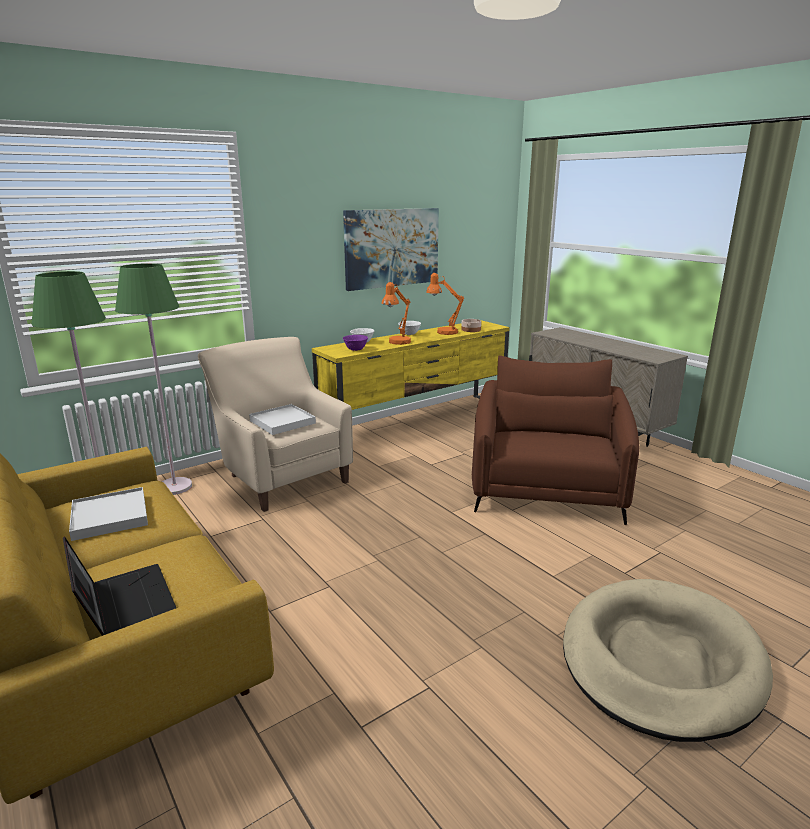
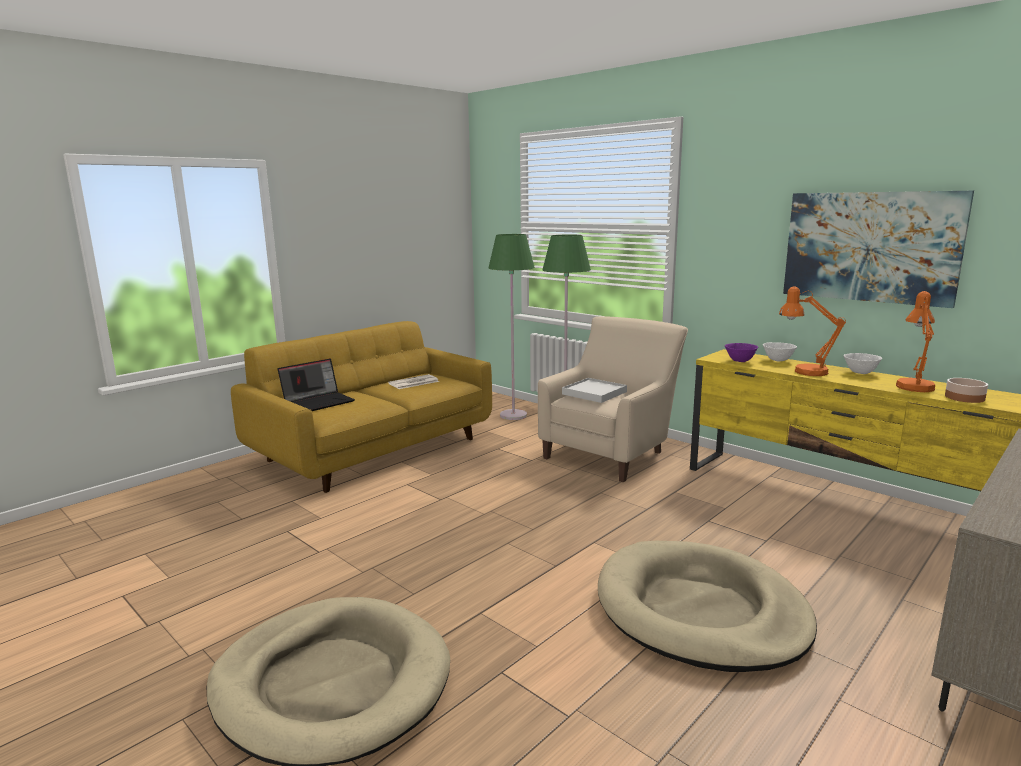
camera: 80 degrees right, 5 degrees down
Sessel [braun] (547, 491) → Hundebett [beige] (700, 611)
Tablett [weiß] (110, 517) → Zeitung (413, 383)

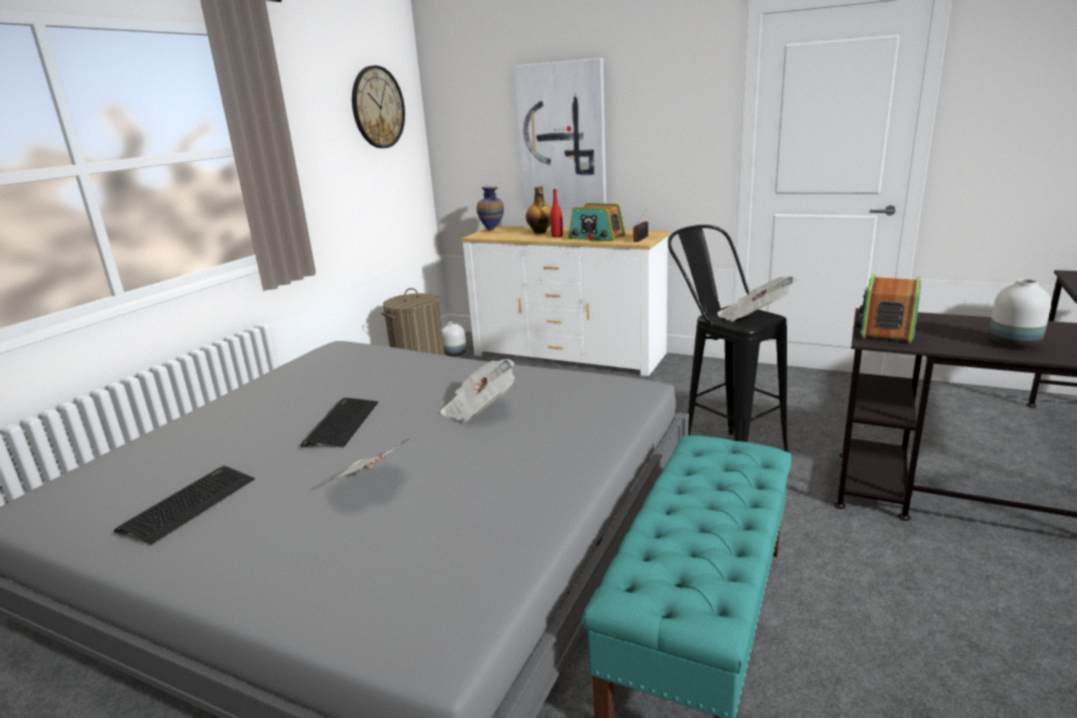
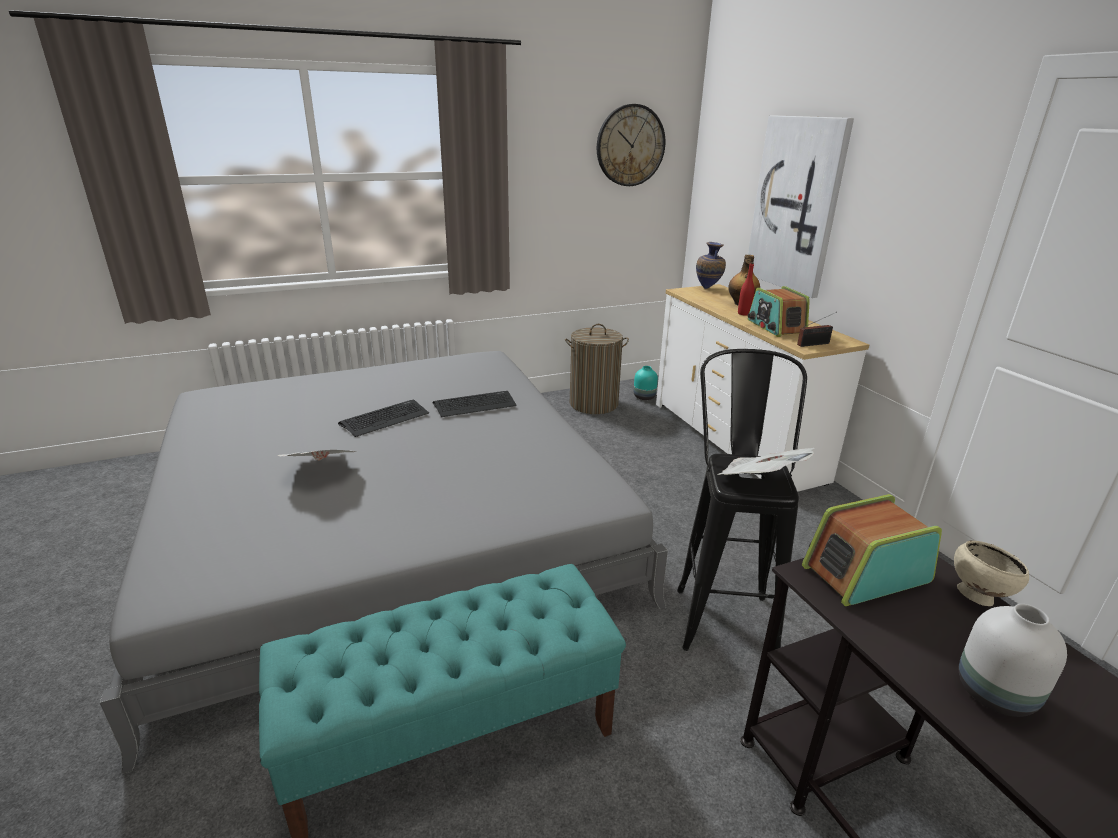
camera: 40 degrees right, 5 degrees up
Vase [weiß] (455, 353) → Vase [türkis] (645, 397)
Zeitung (479, 408) → -
Tastatur (189, 504) → Tastatur (475, 405), move
- → Schüssel [beige] (976, 596)

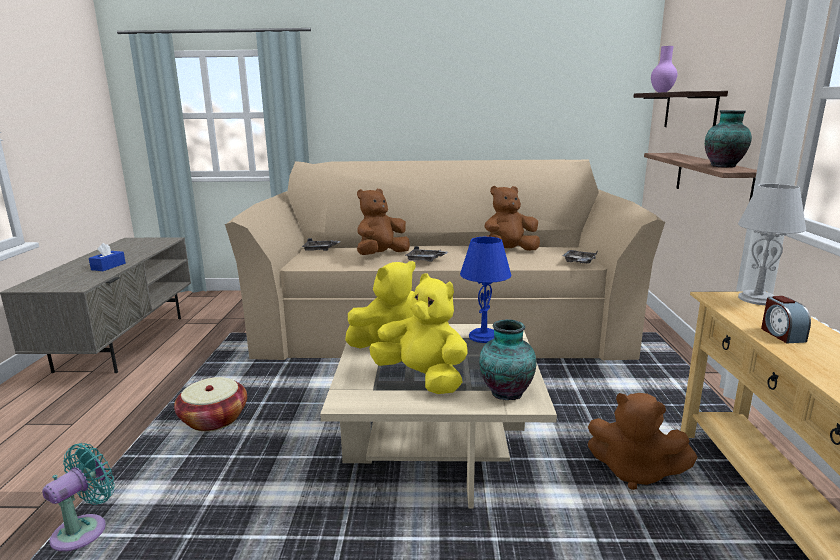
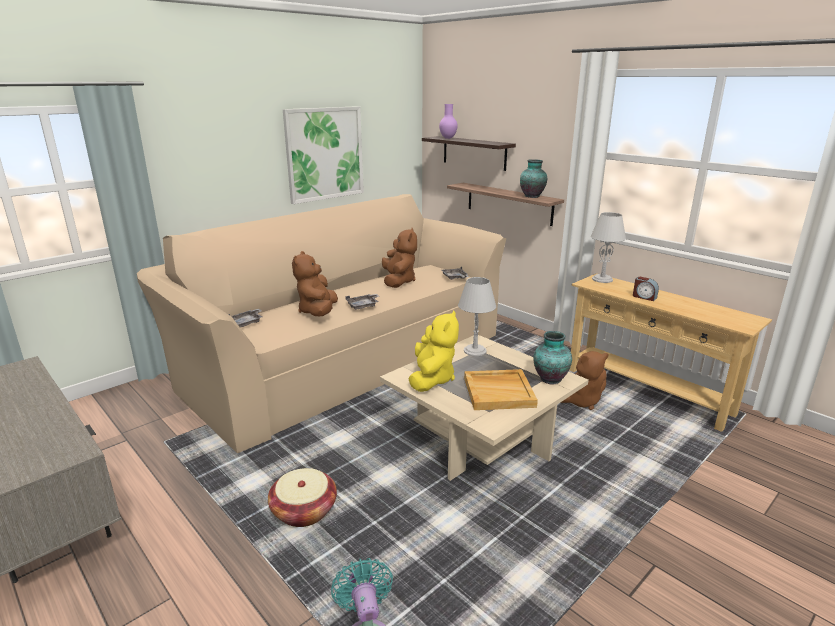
camera: 45 degrees left, 5 degrees up
Plüschtier [braun] (508, 251) → Plüschtier [braun] (398, 281), 150 degrees clockwise
Tischlampe [blau] (483, 336) → Tischlampe [grau] (474, 351)
Taschentuchbox [blau] (108, 266) → -
Plüschtier [gelb] (423, 379) → Tablett [beige] (499, 392)
- → Bild (324, 154)

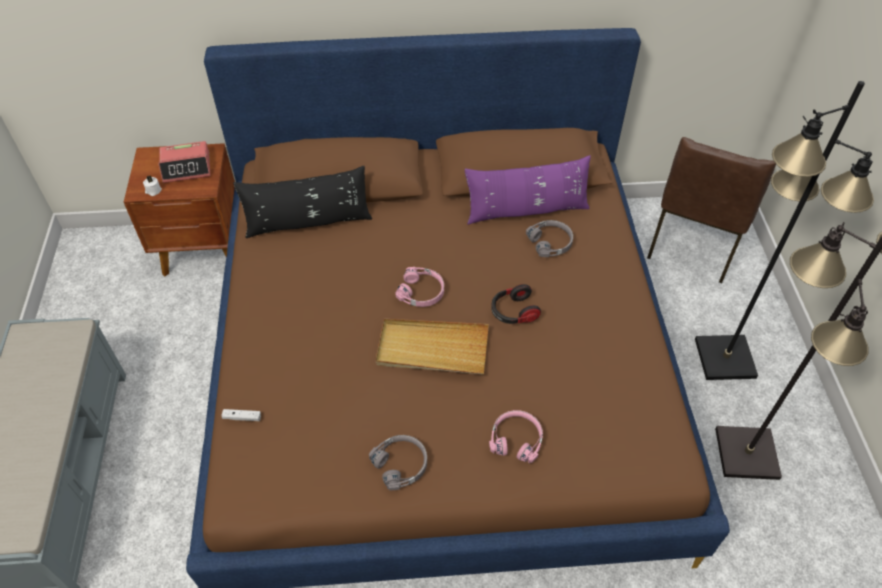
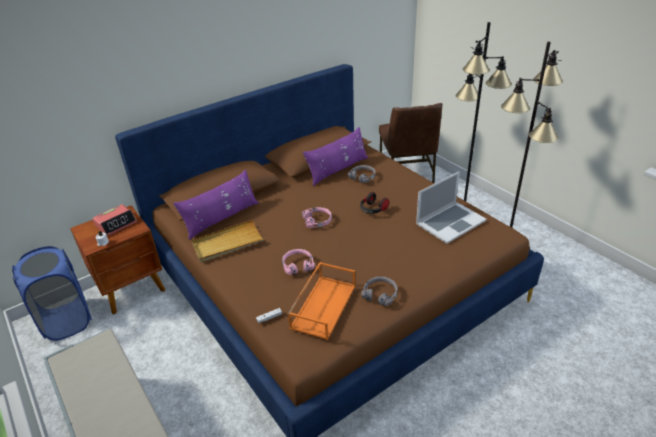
camera: 30 degrees left, 15 degrees down
Kissen [schwarz] (308, 222) → Kissen [lila] (222, 218)
Tablett [beige] (432, 349) → Tablett [beige] (228, 243), move
Kopfhörer [rosa] (516, 439) → Kopfhörer [rosa] (298, 265), move
- → Laptop (450, 222)
- → Wäschekorb [blau] (67, 320)
- → Tablett [orange] (323, 305)

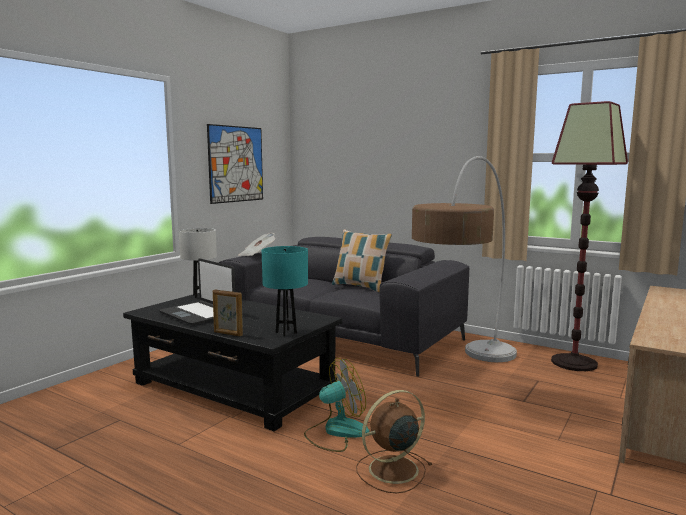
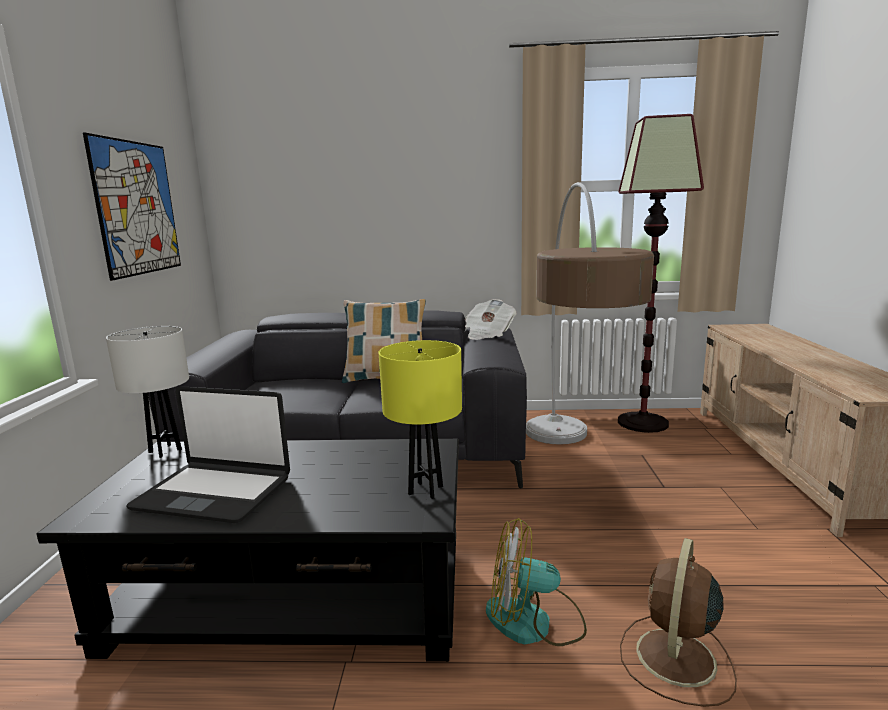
camera: 30 degrees left, 5 degrees up
Zeitung (257, 254) → Zeitung (488, 334), move
Tischlampe [türkis] (286, 333) → Tischlampe [gelb] (426, 490)
Bilderrahmen (228, 334) → -
Ventilator (336, 432) → Ventilator (534, 621), 120 degrees counterclockwise

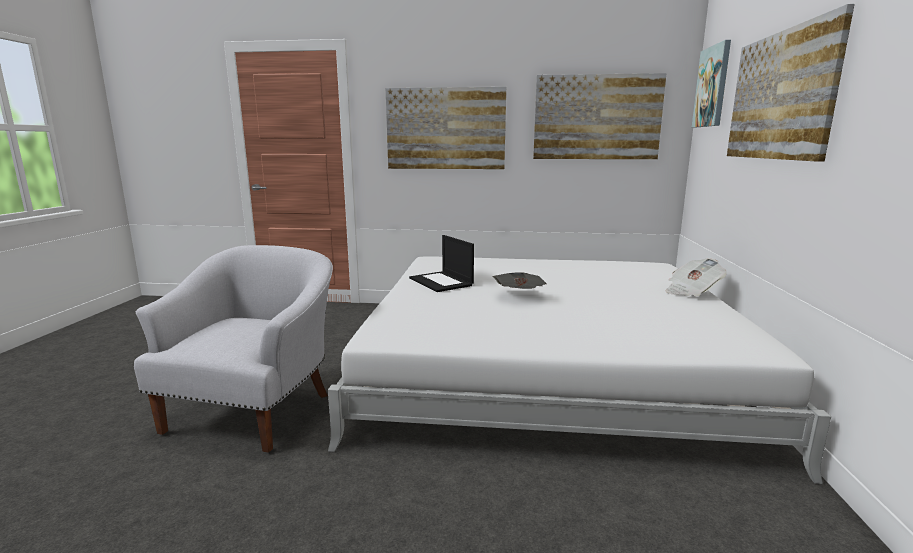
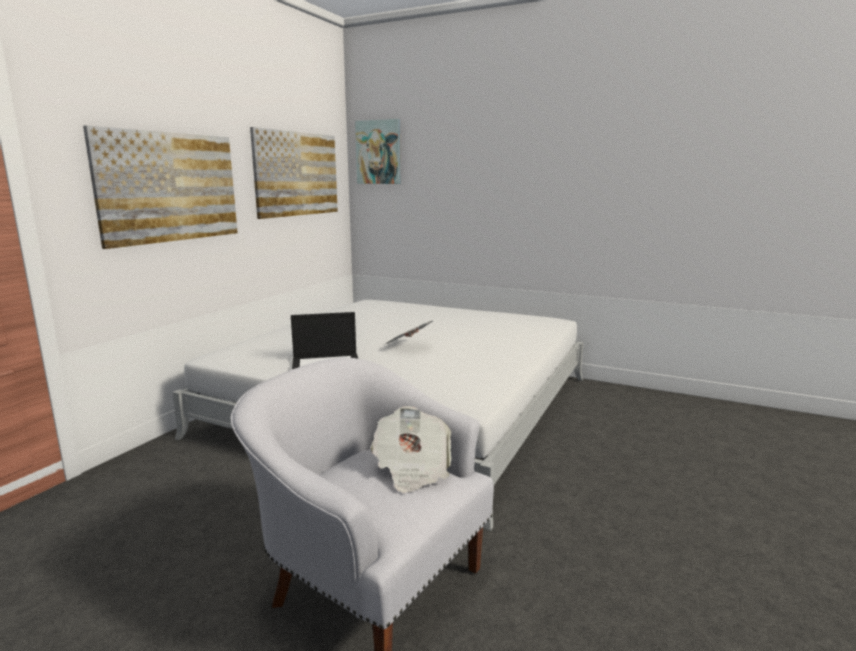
camera: 70 degrees left, 0 degrees up
Bild (779, 96) → -
Zeitung (691, 291) → Zeitung (412, 469), move

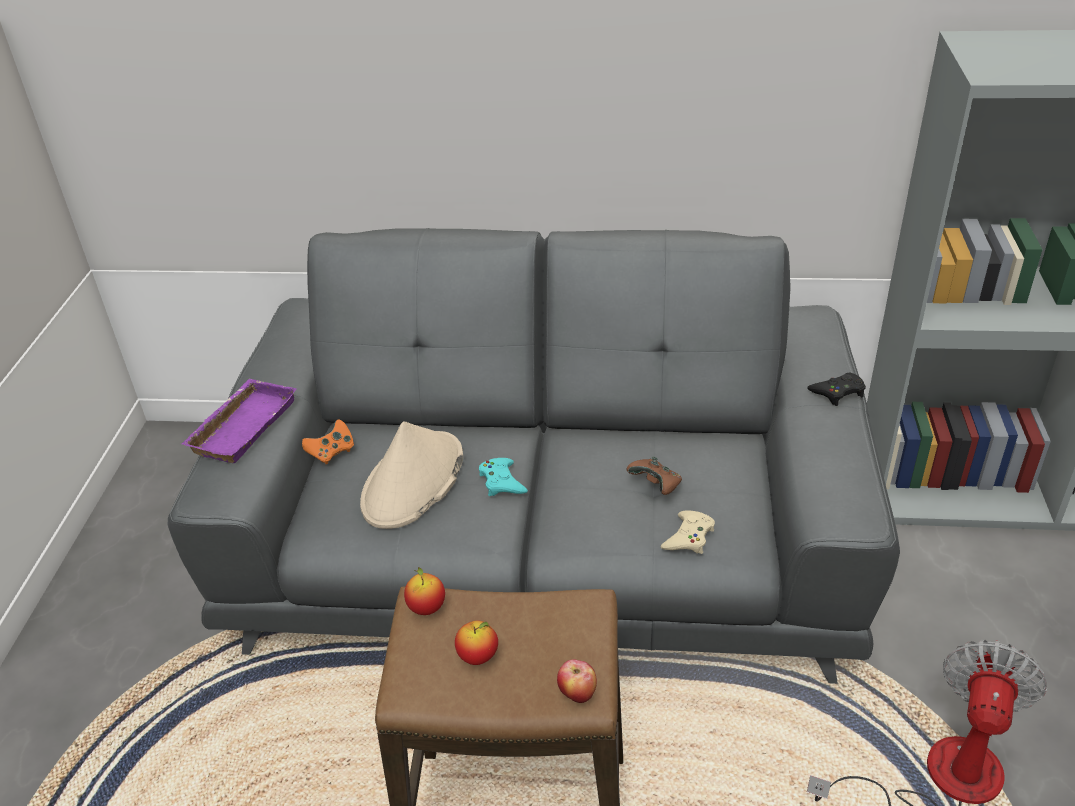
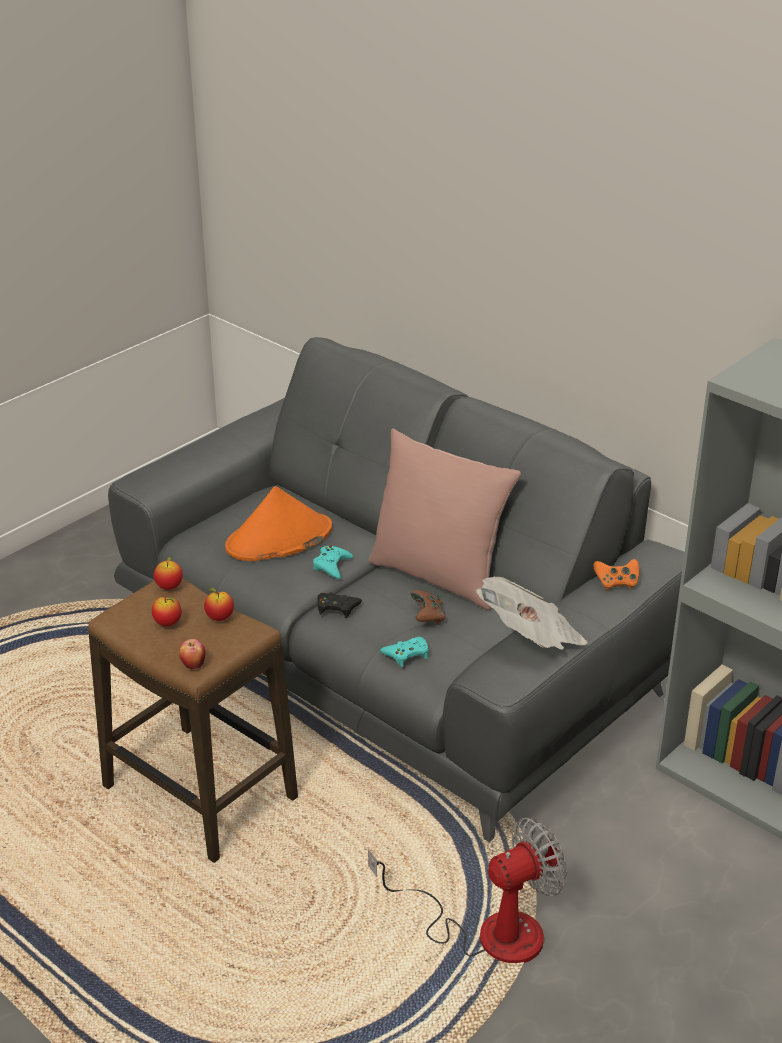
camera: 35 degrees right, 5 degrees down
Gamepad [schwarz] (838, 392) → Gamepad [schwarz] (337, 608), move
Tablett [lila] (242, 425) → -
Gamepad [orange] (331, 452) → Gamepad [orange] (616, 583), move
Hut [beige] (413, 481) → Hut [orange] (279, 539)
Gamepad [beige] (689, 537) → Gamepad [türkis] (407, 654)
- → Kissen [rosa] (439, 576)
- → Zeitung (530, 638)
- → Apfel (219, 618)

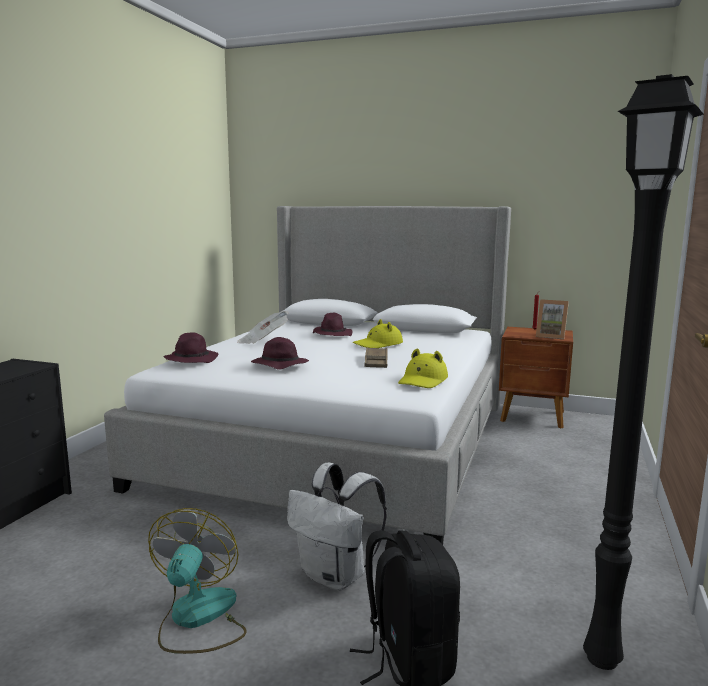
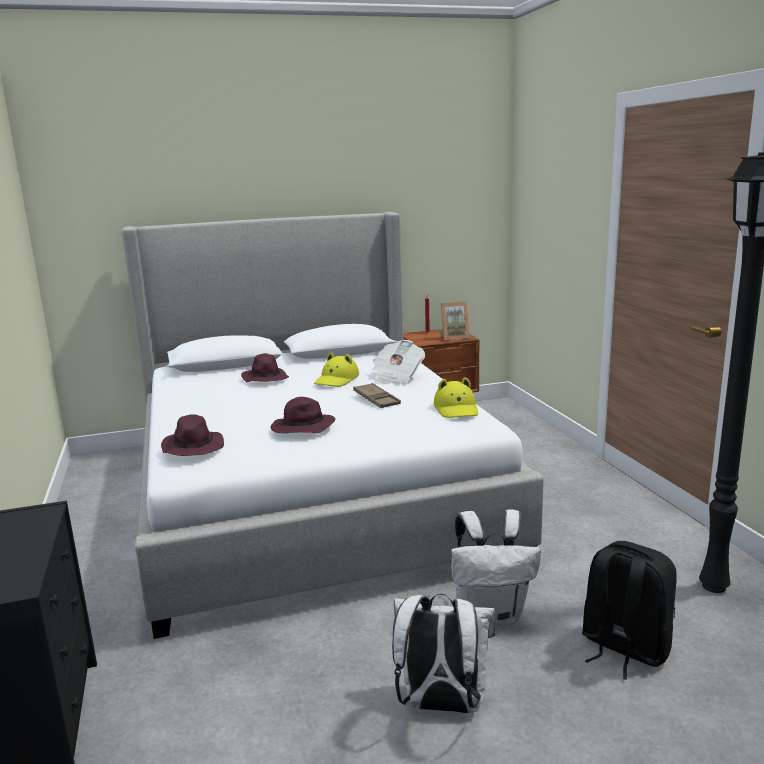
camera: 35 degrees left, 5 degrees up
Zeitung (263, 341) → Zeitung (396, 377), move
Ventilator (197, 619) → Rucksack [weiß] (441, 705)

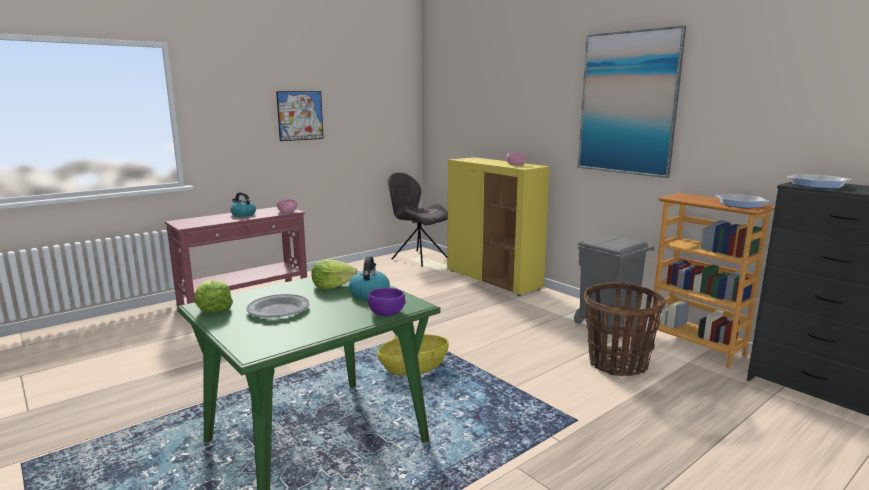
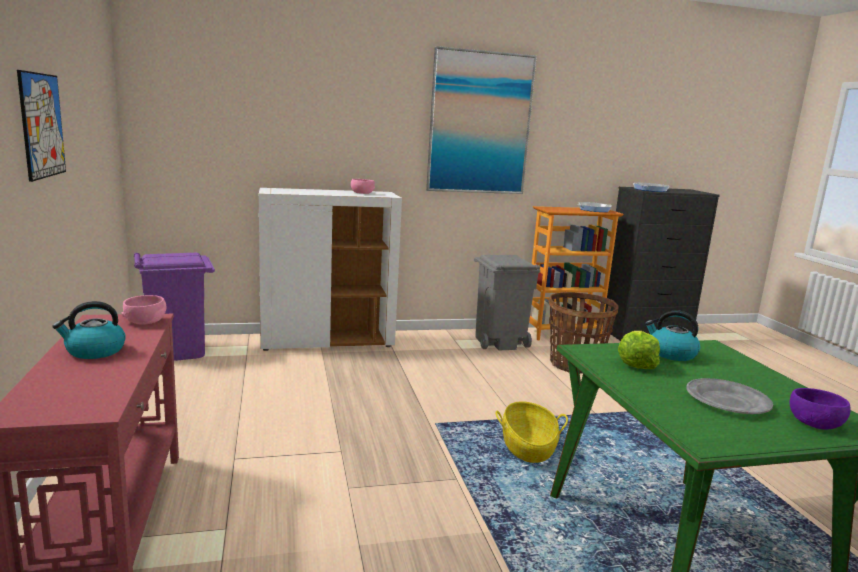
camera: 65 degrees left, 0 degrees up
Schrank [gelb] (494, 280) → Schrank [weiß] (328, 341)
Stuhl [grau] (417, 258) → Mülleimer [lila] (177, 351)
Salatkopf (213, 308) → -
Schüssel [lila] (386, 312) → Schüssel [lila] (815, 423), move

